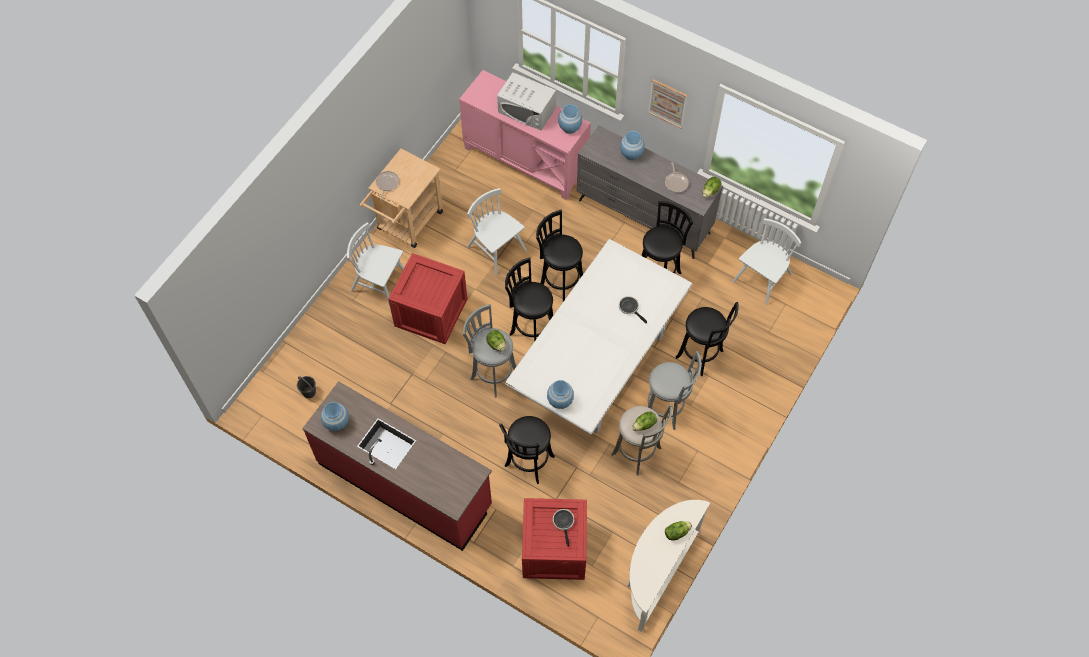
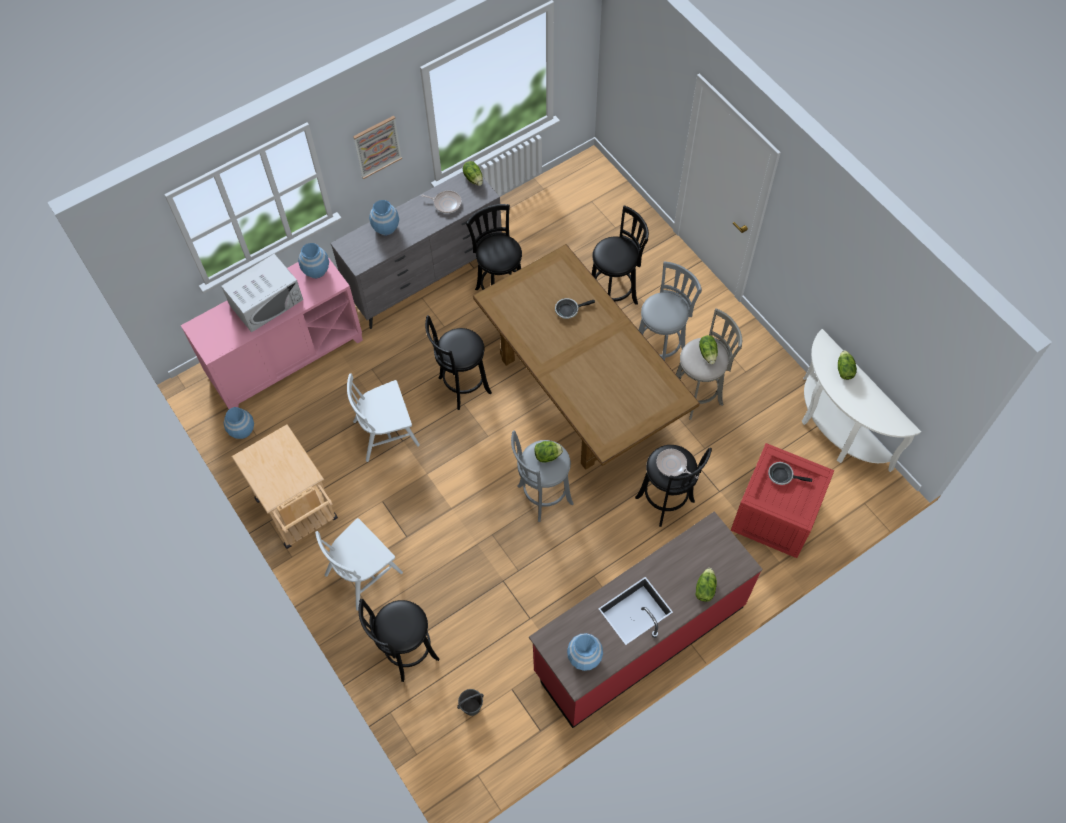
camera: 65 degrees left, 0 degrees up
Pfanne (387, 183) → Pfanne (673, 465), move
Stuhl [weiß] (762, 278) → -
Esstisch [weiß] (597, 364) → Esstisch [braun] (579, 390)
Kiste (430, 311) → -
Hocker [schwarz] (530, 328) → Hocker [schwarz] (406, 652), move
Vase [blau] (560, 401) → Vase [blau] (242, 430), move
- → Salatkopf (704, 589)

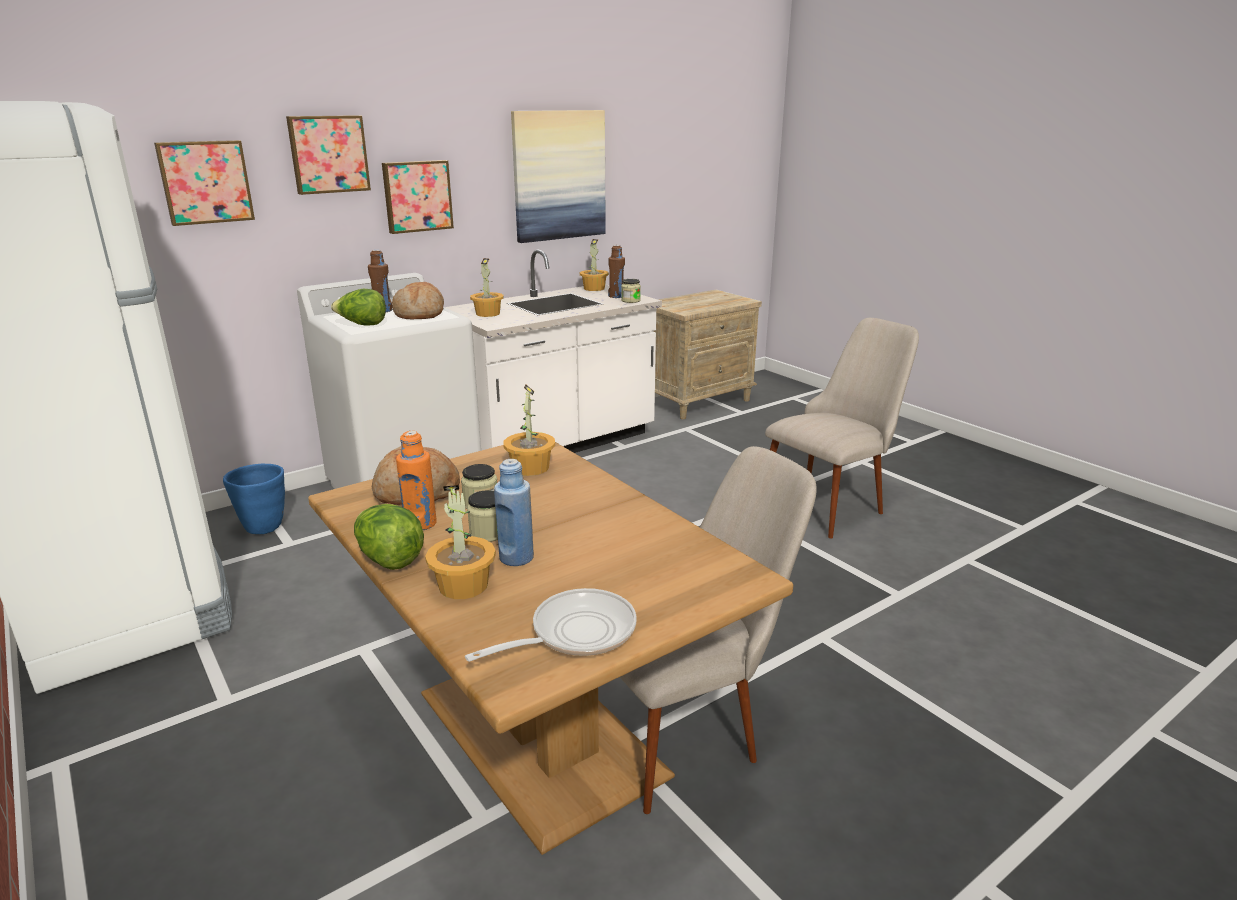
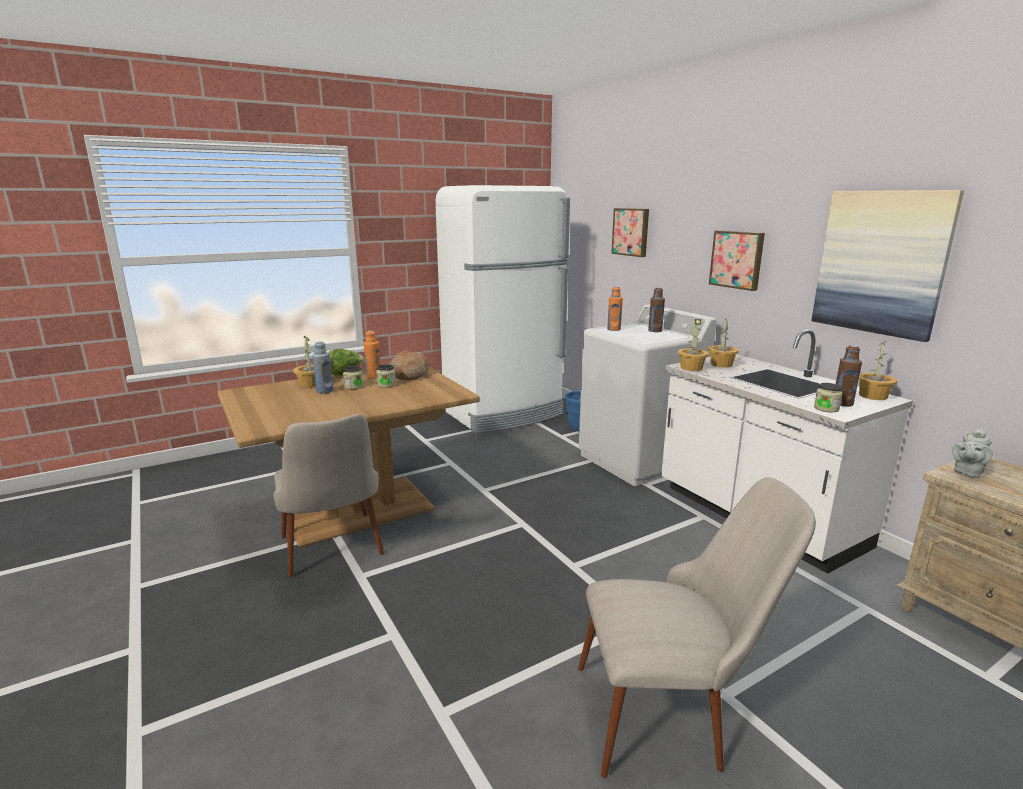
camera: 95 degrees right, 5 degrees down
Bild (328, 154) → -
Brot (420, 314) → -
Salatkopf (362, 325) → Flasche [orange] (614, 329)
Stuhl [beige] (831, 501) → Stuhl [beige] (672, 712), 60 degrees counterclockwise
Topfpflanze (529, 467) → Topfpflanze (691, 367), move
Pfanne (575, 633) → -
- → Teekanne [grau] (967, 472)

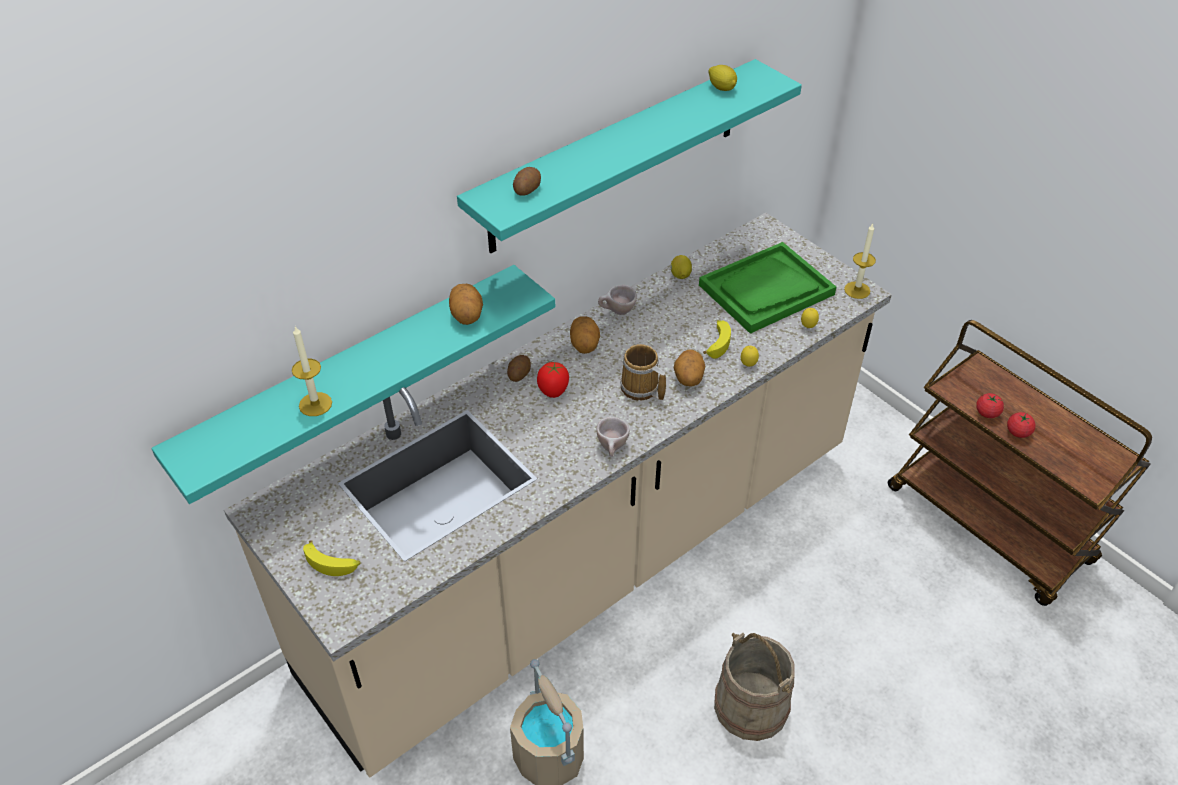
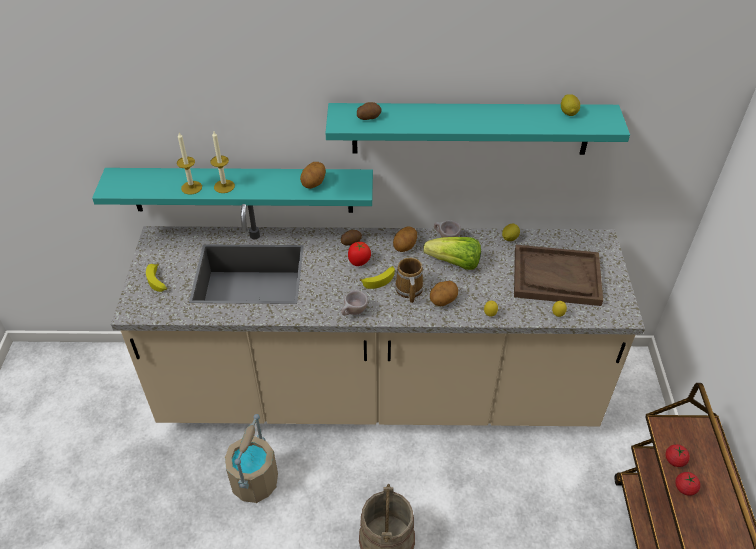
camera: 40 degrees right, 0 degrees up
Kerze (857, 290) → Kerze (224, 186), move
Tablett [grün] (766, 290) → Tablett [braun] (556, 277)
Banane (717, 342) → Banane (379, 279), move
- → Salatkopf (454, 263)

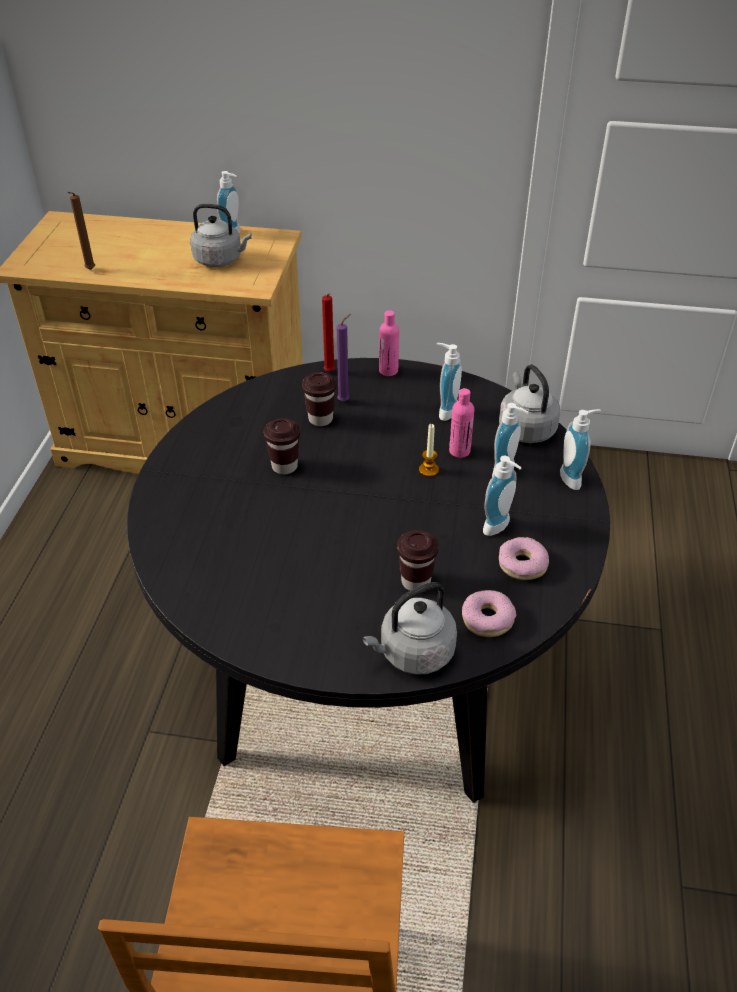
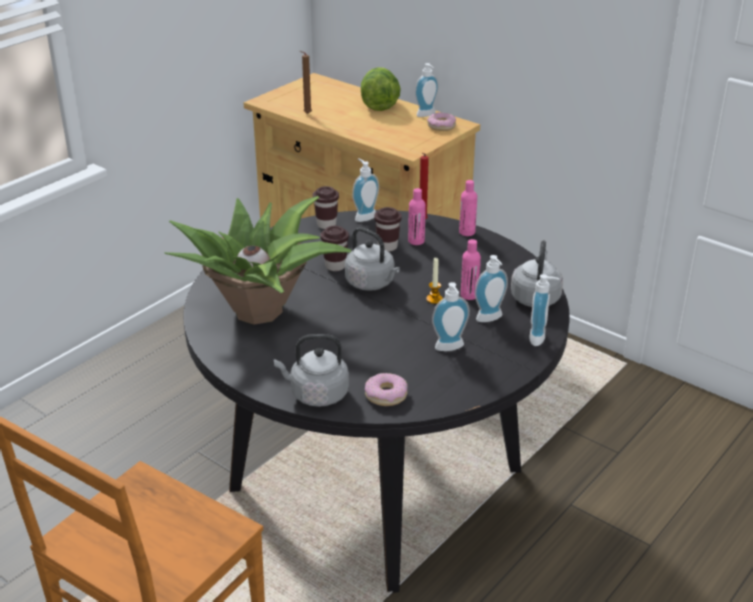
camera: 30 degrees right, 10 degrees down
Wasserkessel [grau] (220, 260) → Wasserkessel [grau] (372, 283), move
Kerze [lila] (345, 400) → Flasche [rosa] (416, 241)
Seifenspender (444, 410) → Seifenspender (364, 216), move
Tasse [braun] (416, 582) → Tasse [braun] (326, 225), move
Donut (522, 564) → Donut (441, 126), move
- → Salatkopf (379, 104)
- → Topfpflanze (261, 311)

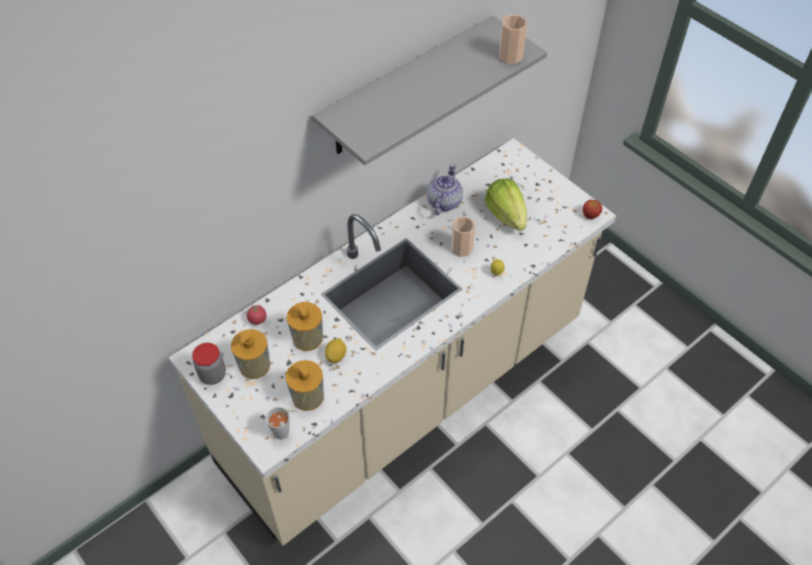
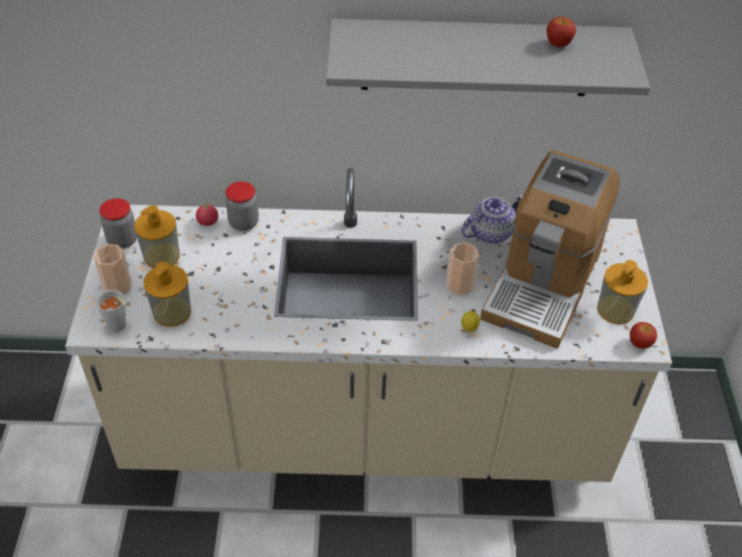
camera: 40 degrees right, 5 degrees down
Tasse (510, 56) → Tasse (117, 287), move
Salatkopf (506, 215) → Kaffeemaschine (542, 284)
Seifenspender (307, 338) → Seifenspender (615, 310), move
Zitrone (336, 356) → -
- → Apfel (558, 44)
- → Vorratsglas (243, 223)

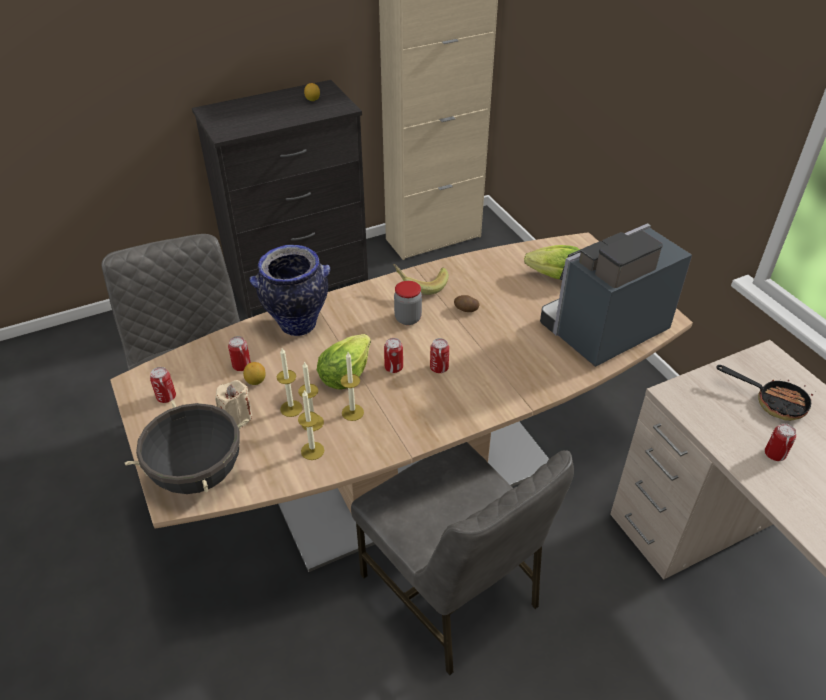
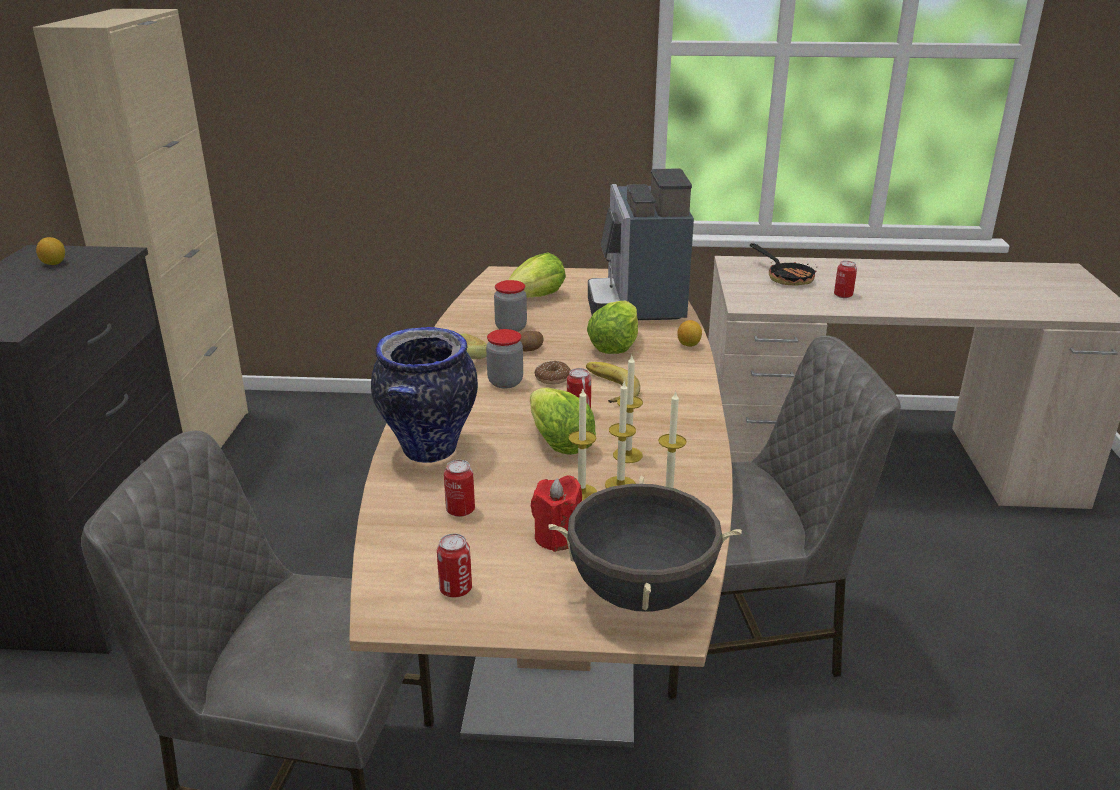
camera: 60 degrees left, 15 degrees down
Dose (439, 368) → Banane (606, 388)
Zitrone (256, 381) → Zitrone (689, 345), move
Pfanne (773, 401) → Pfanne (785, 277), 90 degrees clockwise
Kerze [beige] (237, 417) → Kerze [rot] (557, 537)
- → Vorratsglas (511, 328)
- → Salatkopf (614, 346)
- → Donut (553, 378)

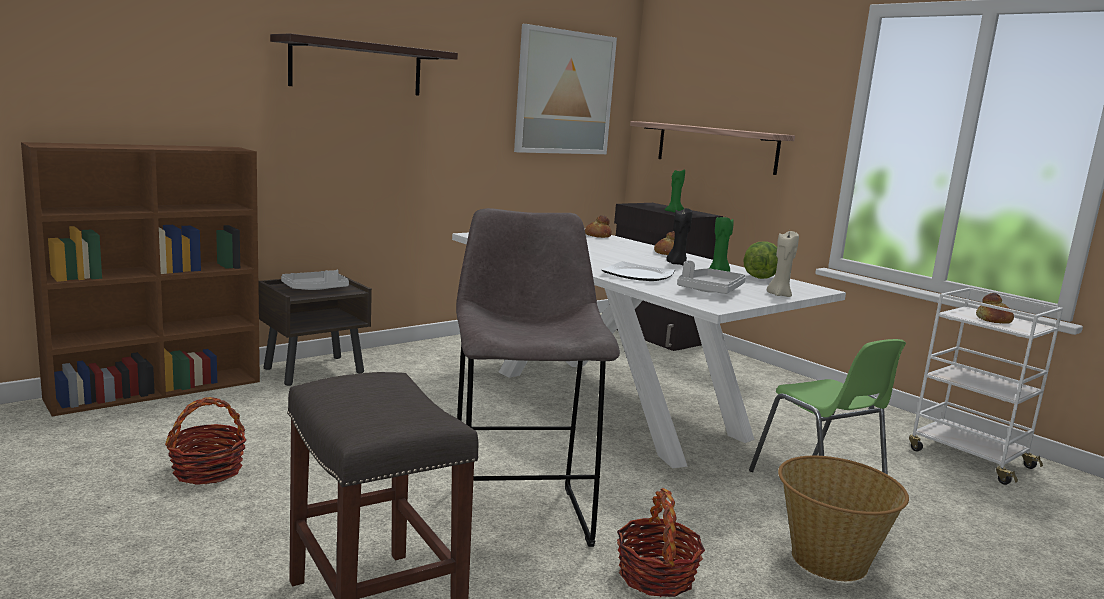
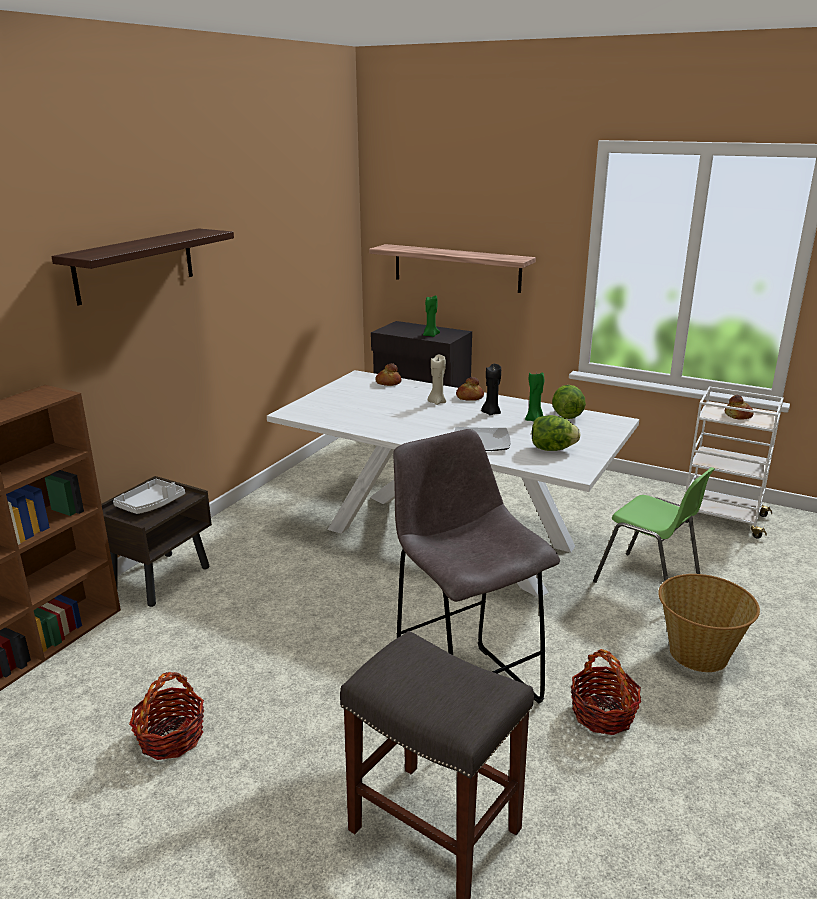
camera: 20 degrees left, 10 degrees up
Bild (564, 93) → -
Kerze [beige] (779, 295) → Kerze [beige] (437, 402), move
Tablett [grau] (710, 290) → Salatkopf (552, 449)

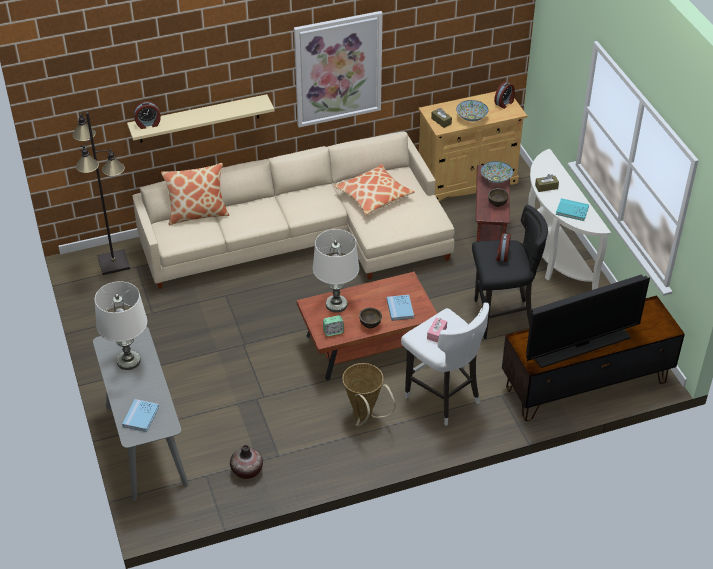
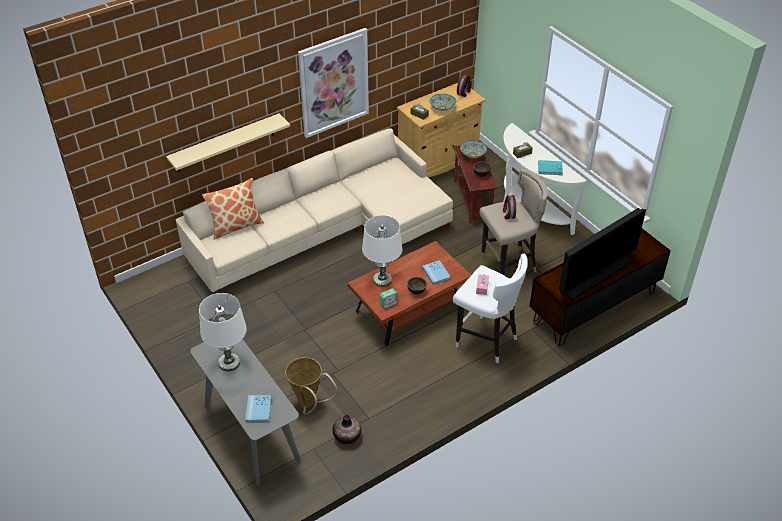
camera: 15 degrees left, 0 degrees up
Wecker (148, 124) → -
Stehlampe [schwarz] (114, 262) → -
Kissen (374, 196) → -
Hocker [schwarz] (502, 317) → Hocker [beige] (508, 266)
Korb (364, 418) → Korb (309, 404), move

